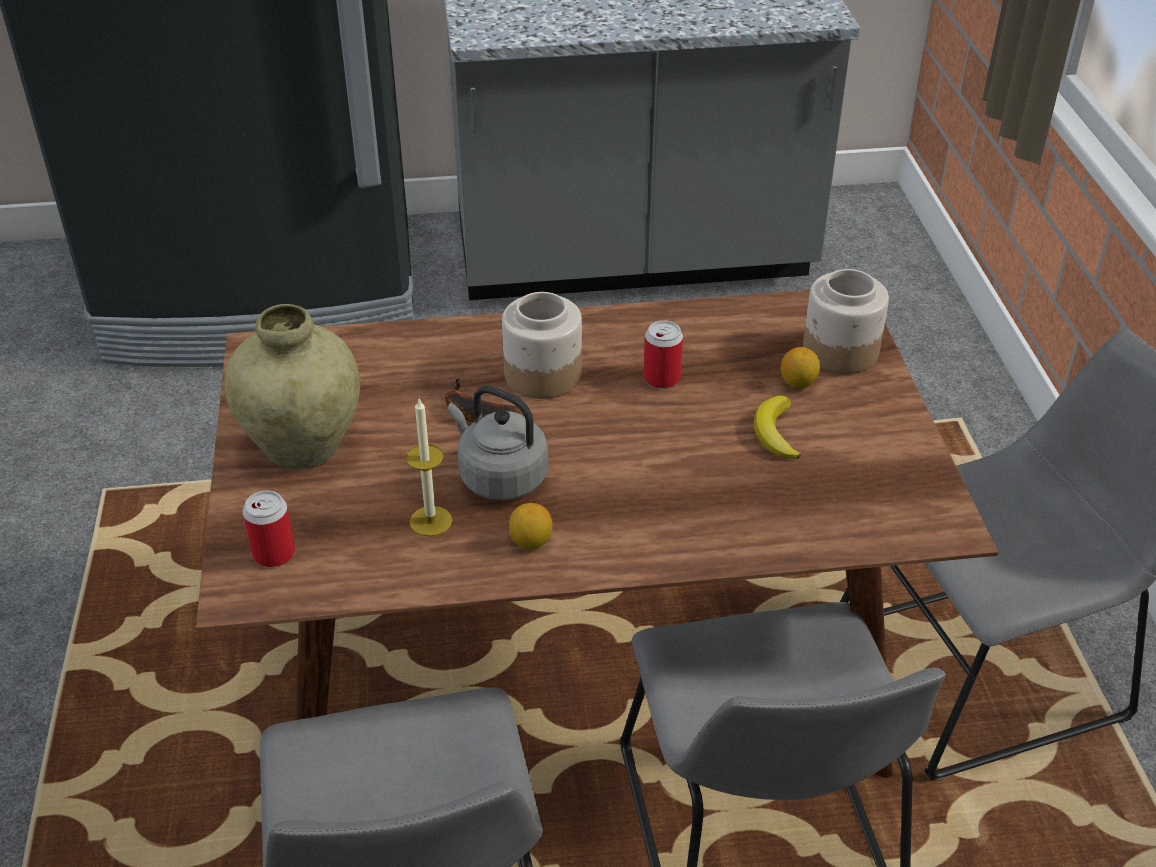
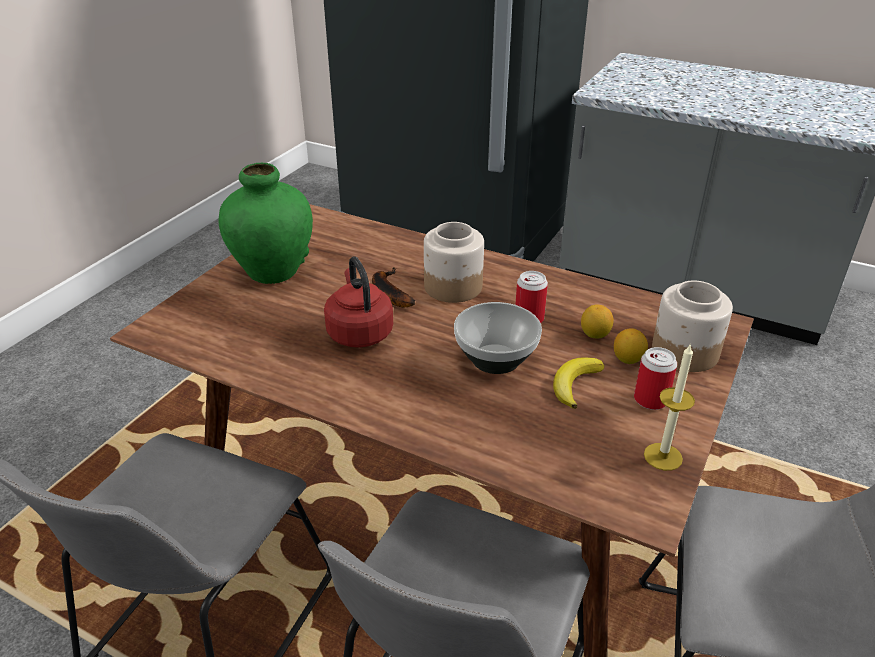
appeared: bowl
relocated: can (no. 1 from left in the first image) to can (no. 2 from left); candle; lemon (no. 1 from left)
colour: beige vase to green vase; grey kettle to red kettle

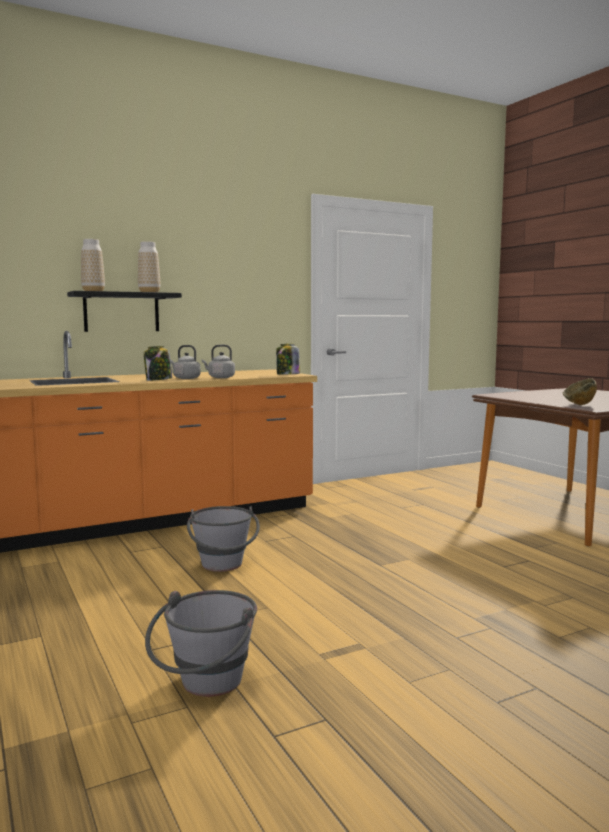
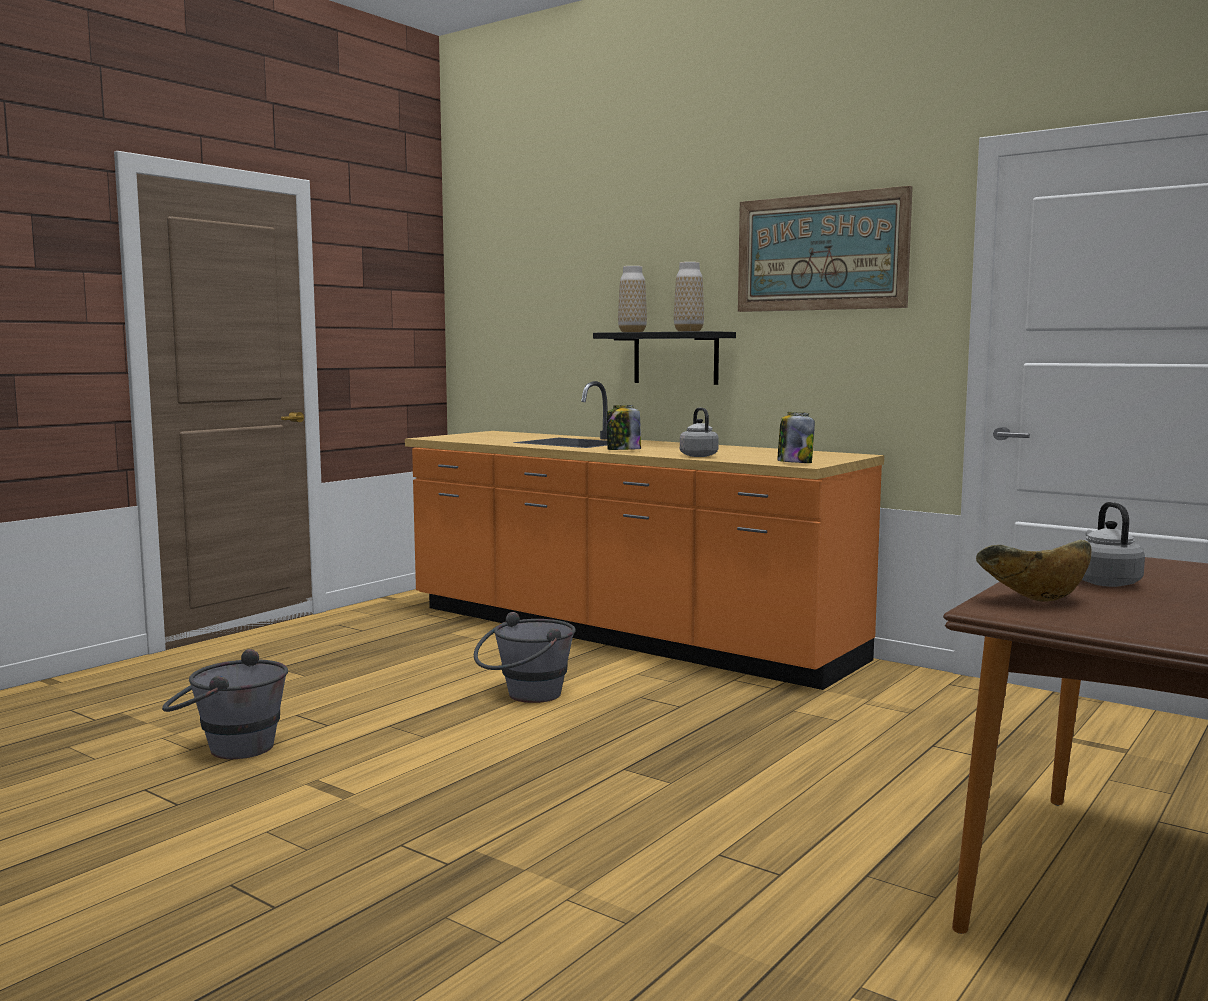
appeared: picture
relocated: grey kettle (no. 1 from left in the first image) to grey kettle (no. 2 from left)

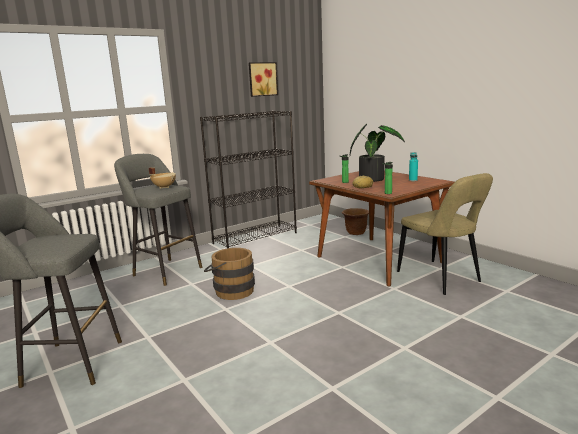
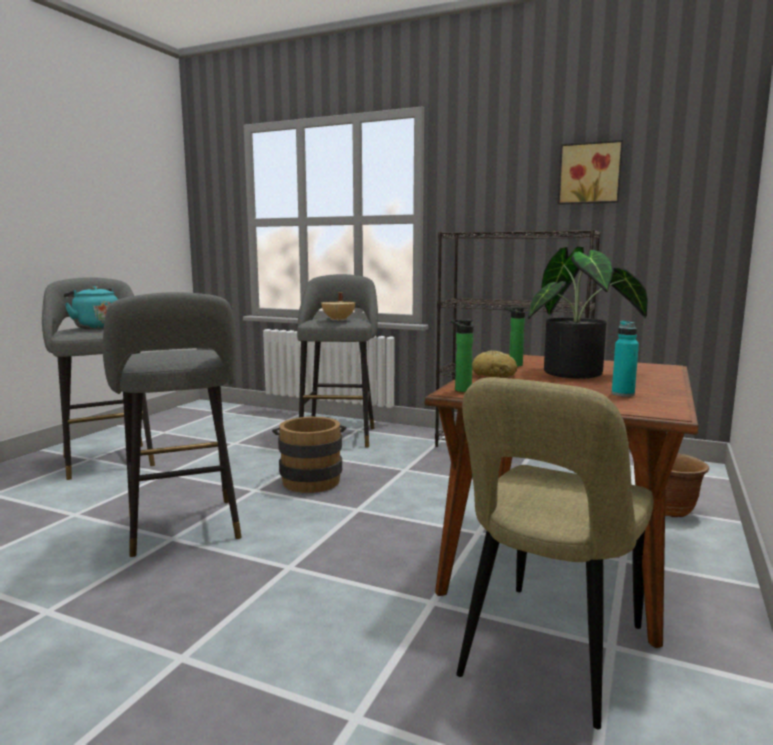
appeared: turquoise kettle; grey stool (no. 2 from left)

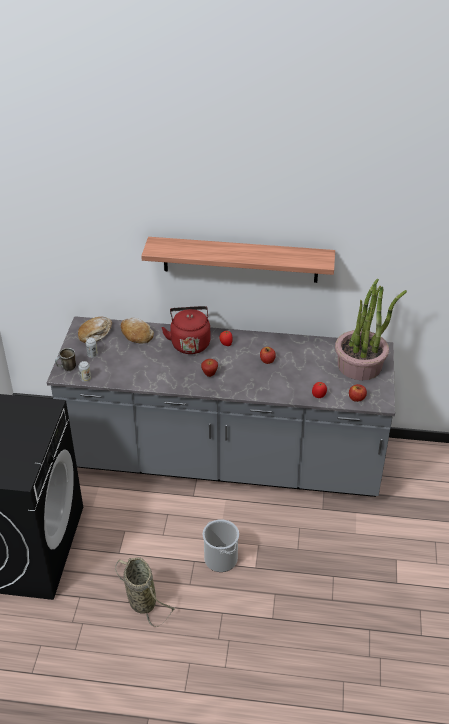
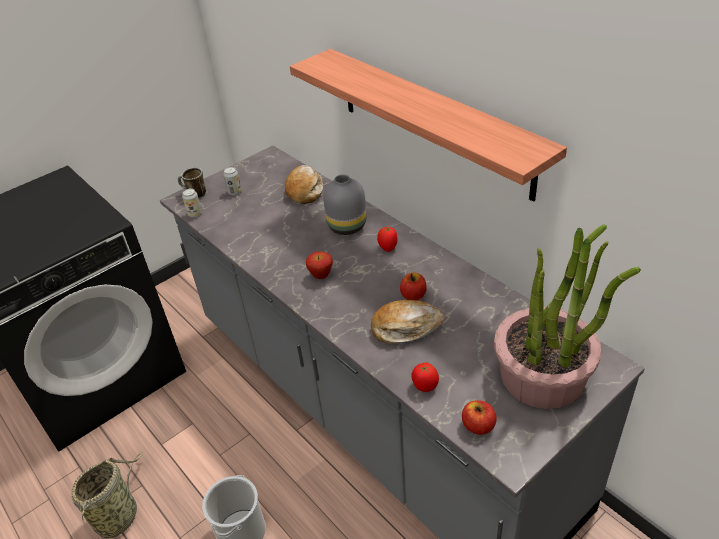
relocated: bread (no. 1 from left in the first image) to bread (no. 2 from left)
exchanged: red kettle to grey vase

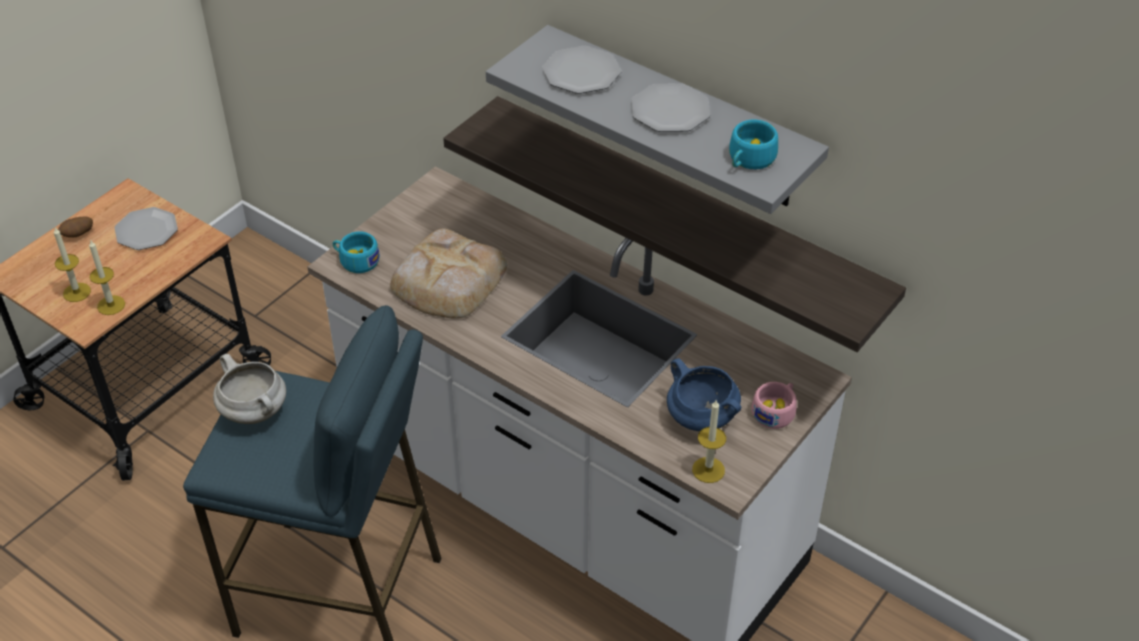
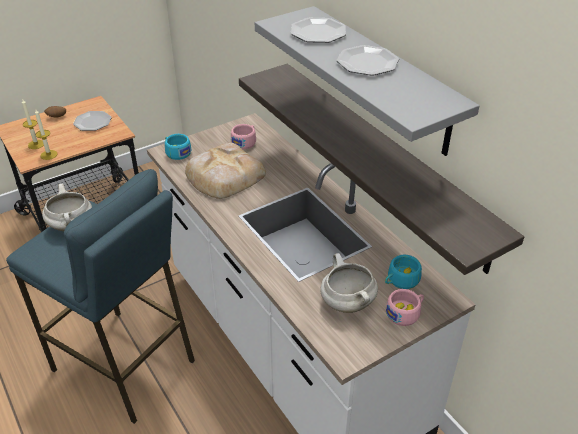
missing: candle (no. 3 from left)
appeared: pink cup (no. 1 from left)
relocated: turquoise cup (no. 2 from left)
colour: blue cooking pot to white cooking pot (no. 2 from left)

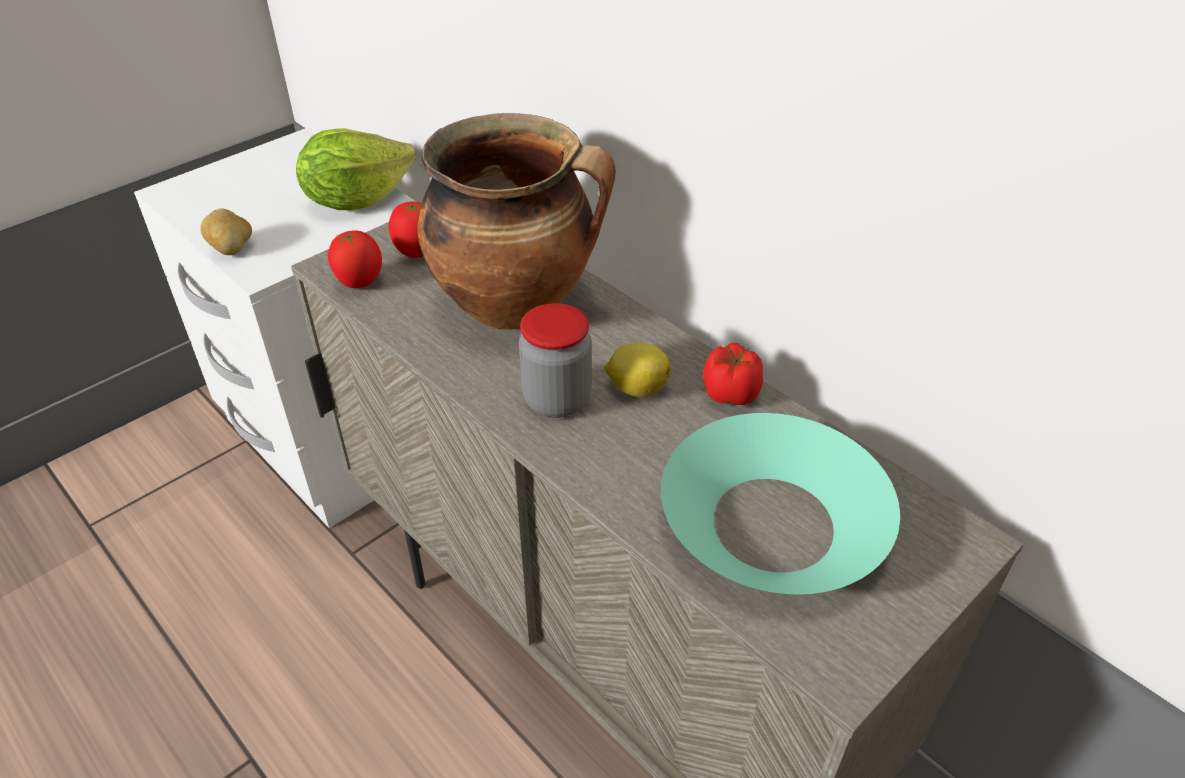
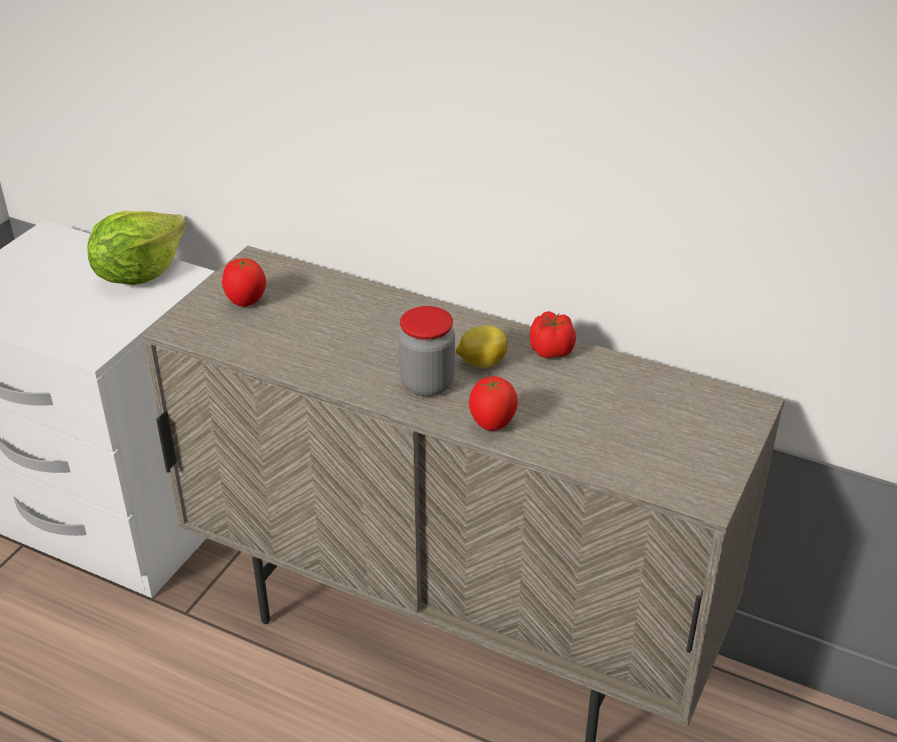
missing: potato; cooking pot; turquoise bowl
relocated: tomato (no. 1 from left in the first image) to tomato (no. 2 from left)

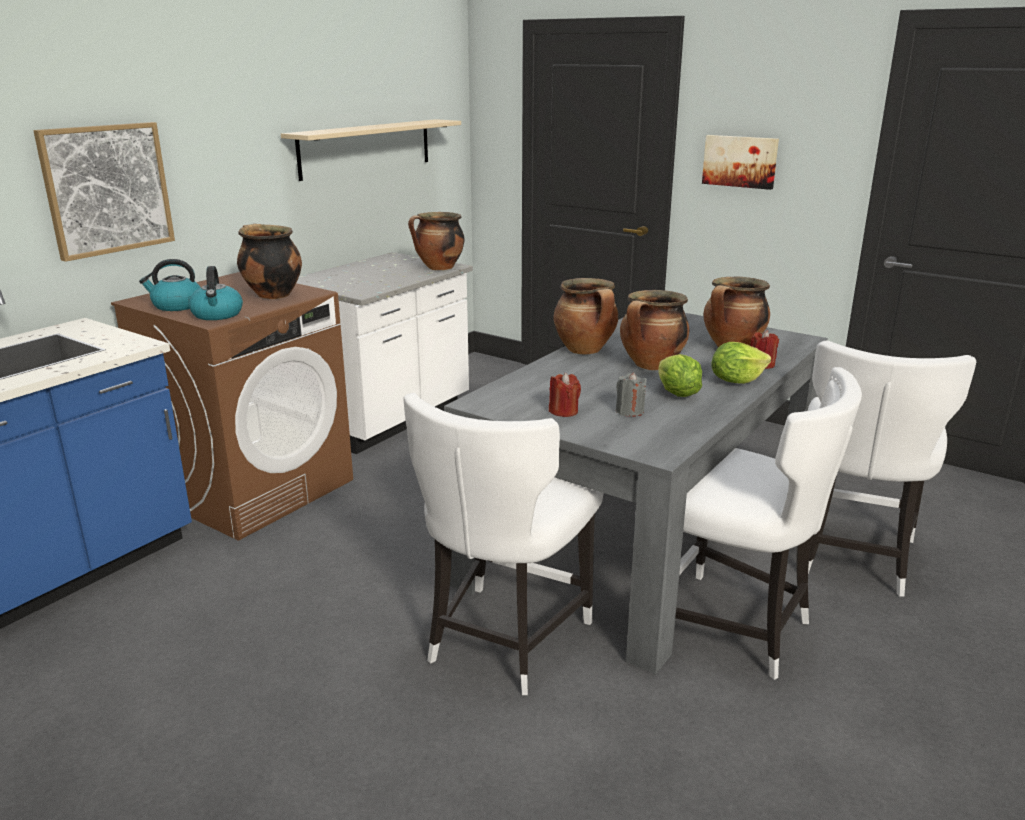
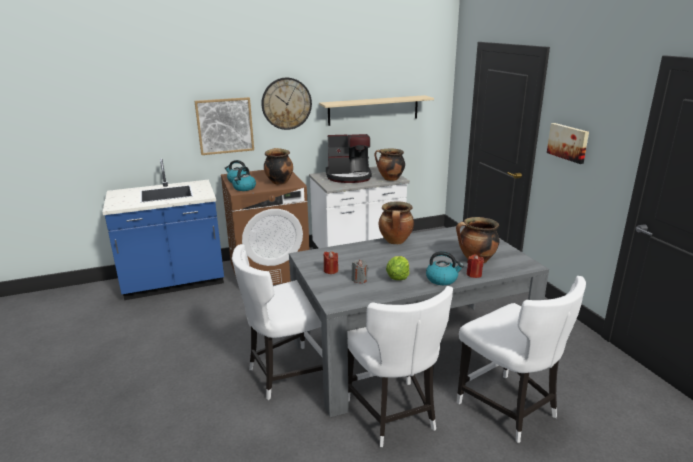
missing: cooking pot (no. 4 from left)
appeared: wall clock; coffee machine
exchanged: lettuce (no. 2 from left) to kettle (no. 3 from left)
spun: white chair (no. 3 from left) 90 degrees counterclockwise

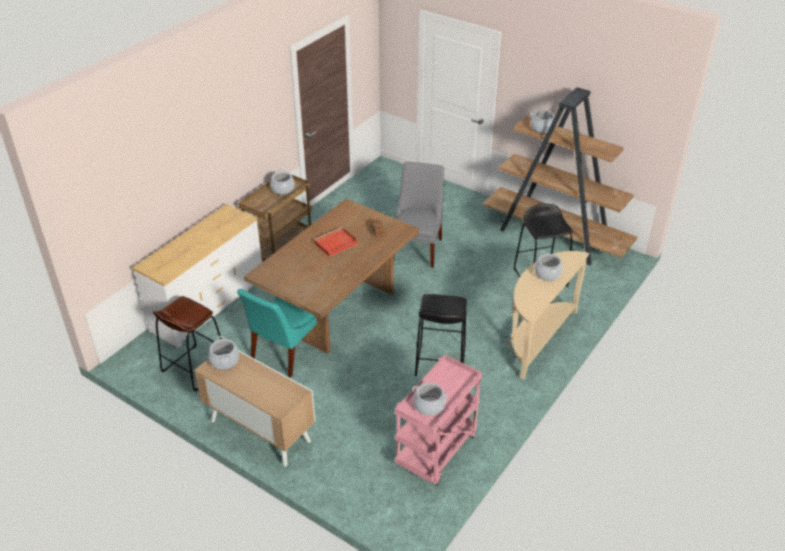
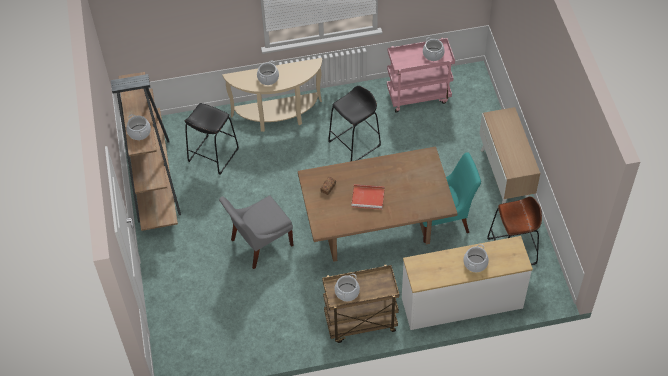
relocated: cooking pot (no. 1 from left in the first image) to cooking pot (no. 5 from left)

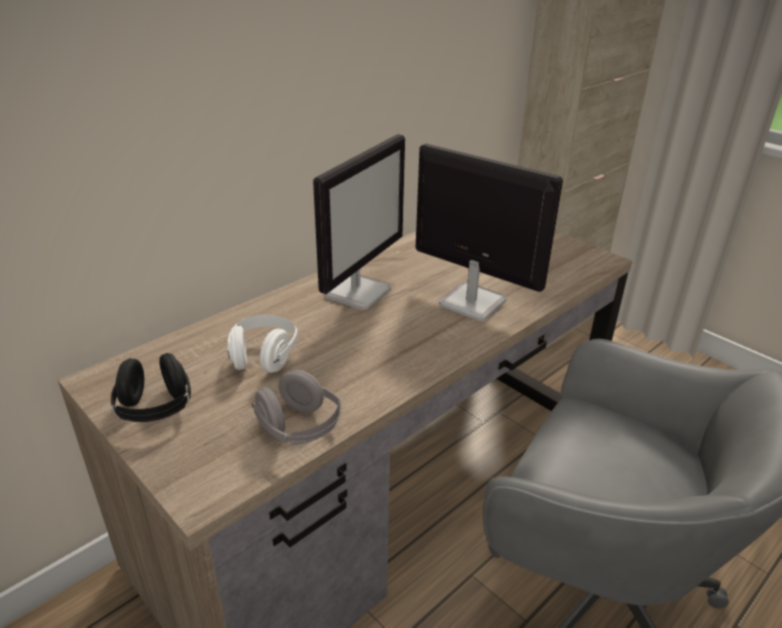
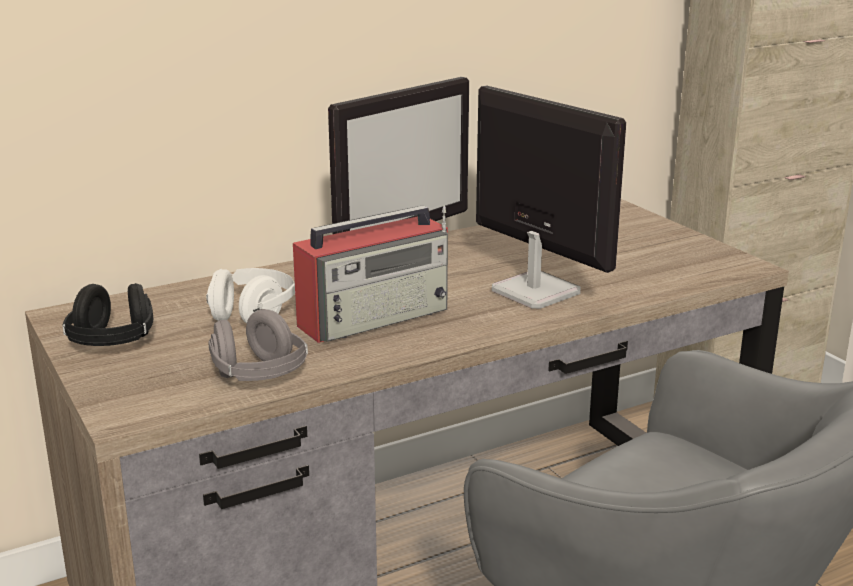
appeared: radio

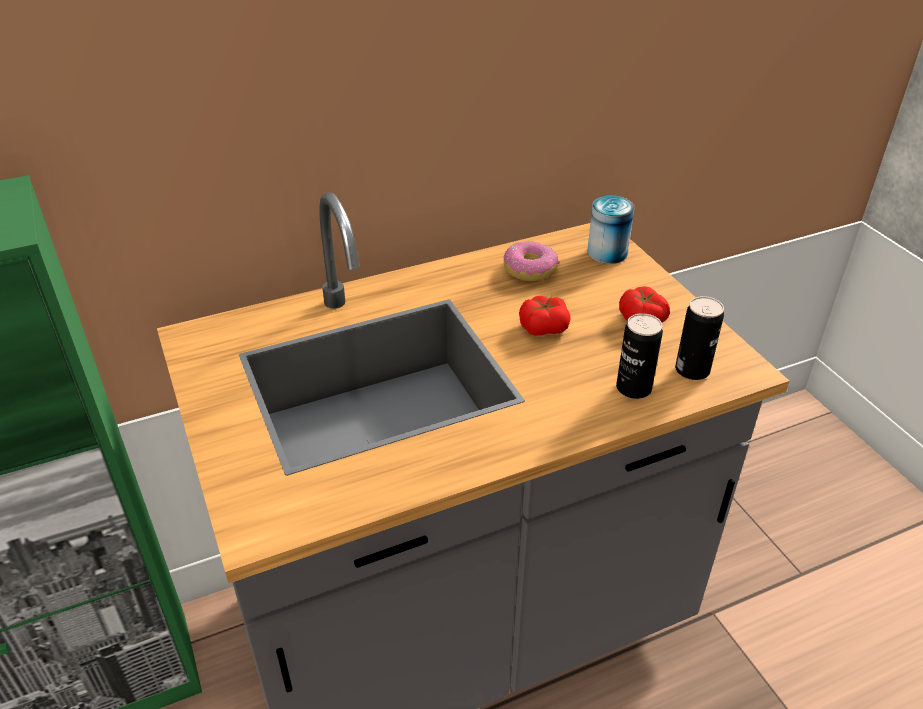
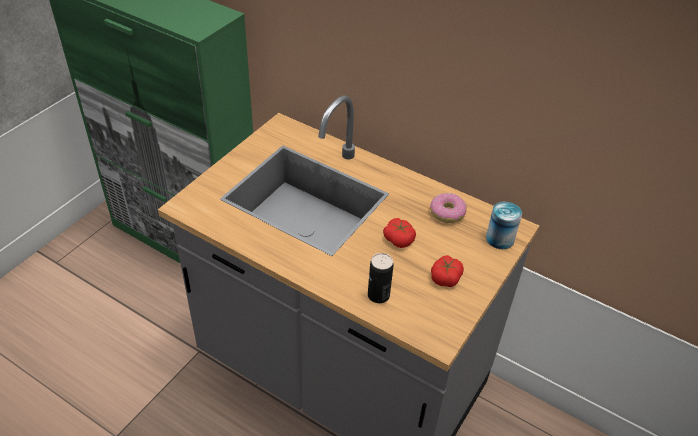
missing: can (no. 3 from left)

